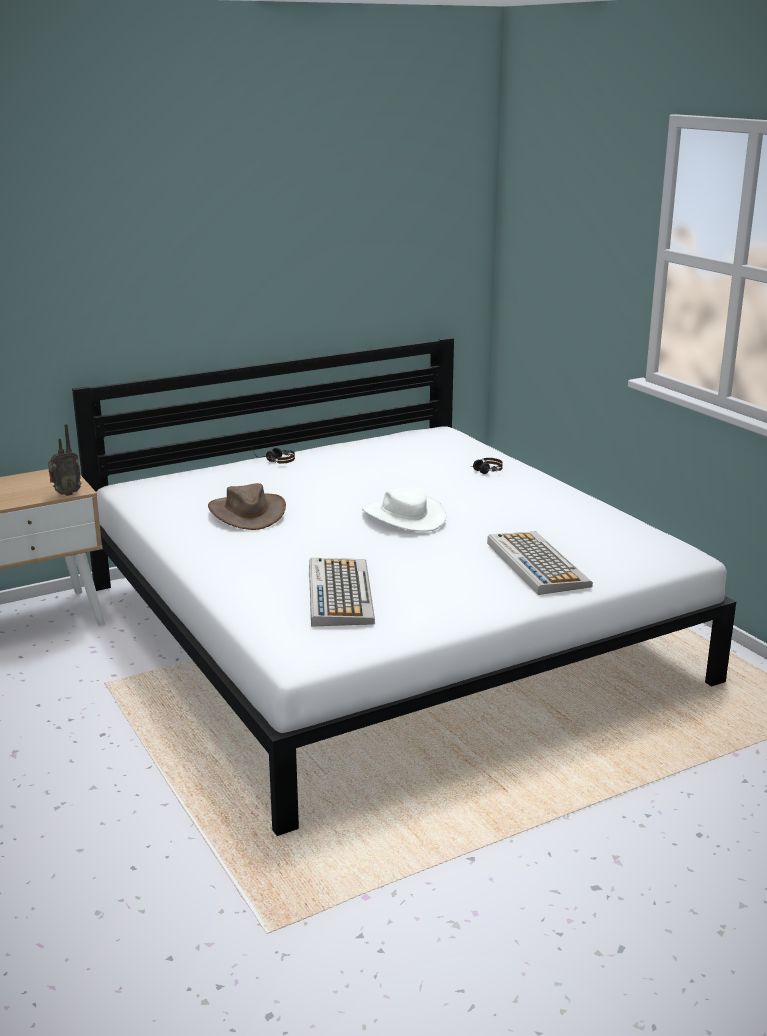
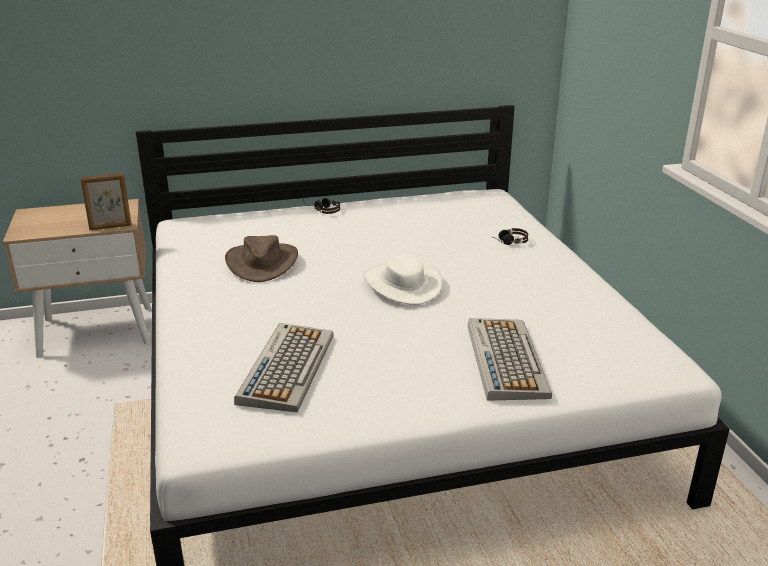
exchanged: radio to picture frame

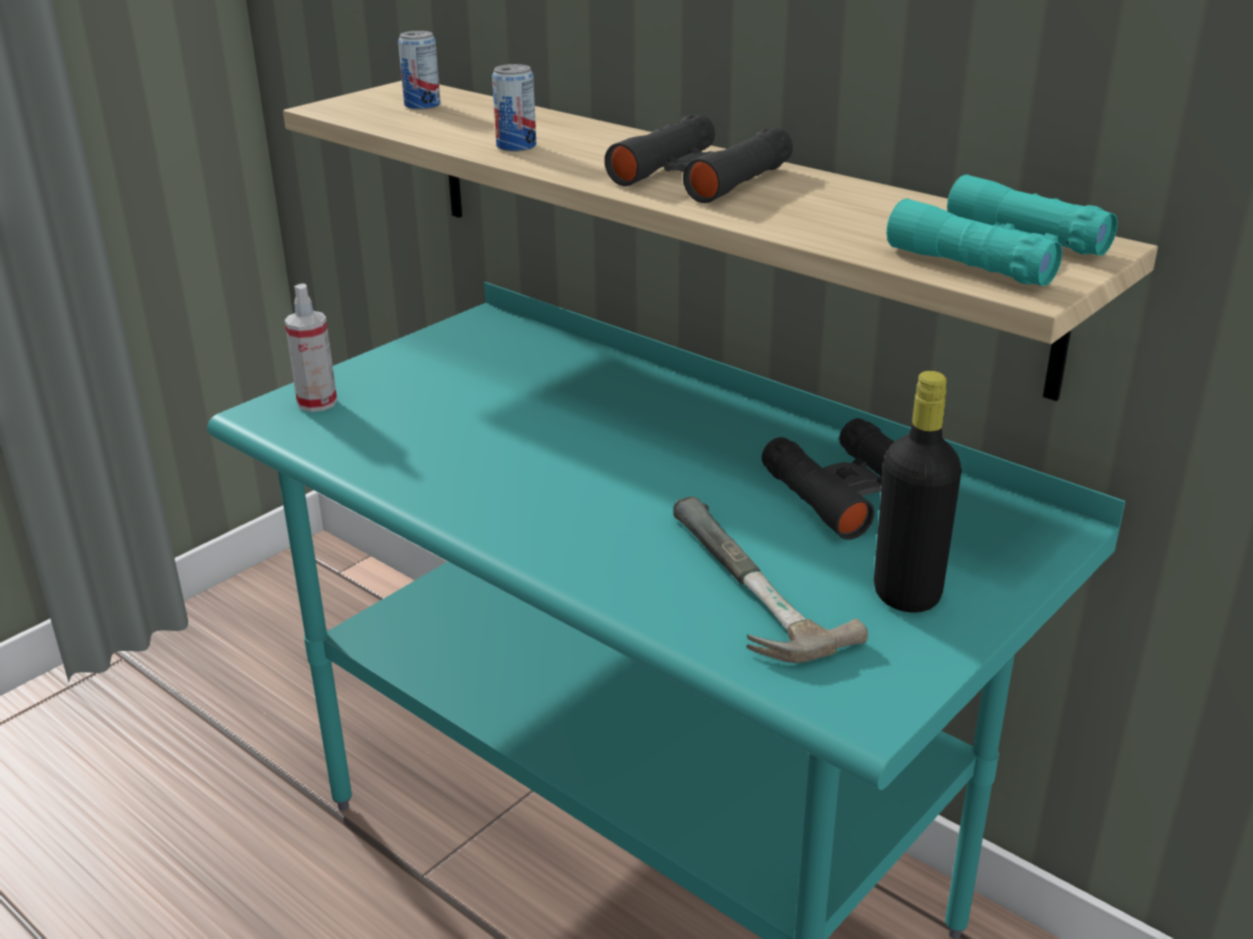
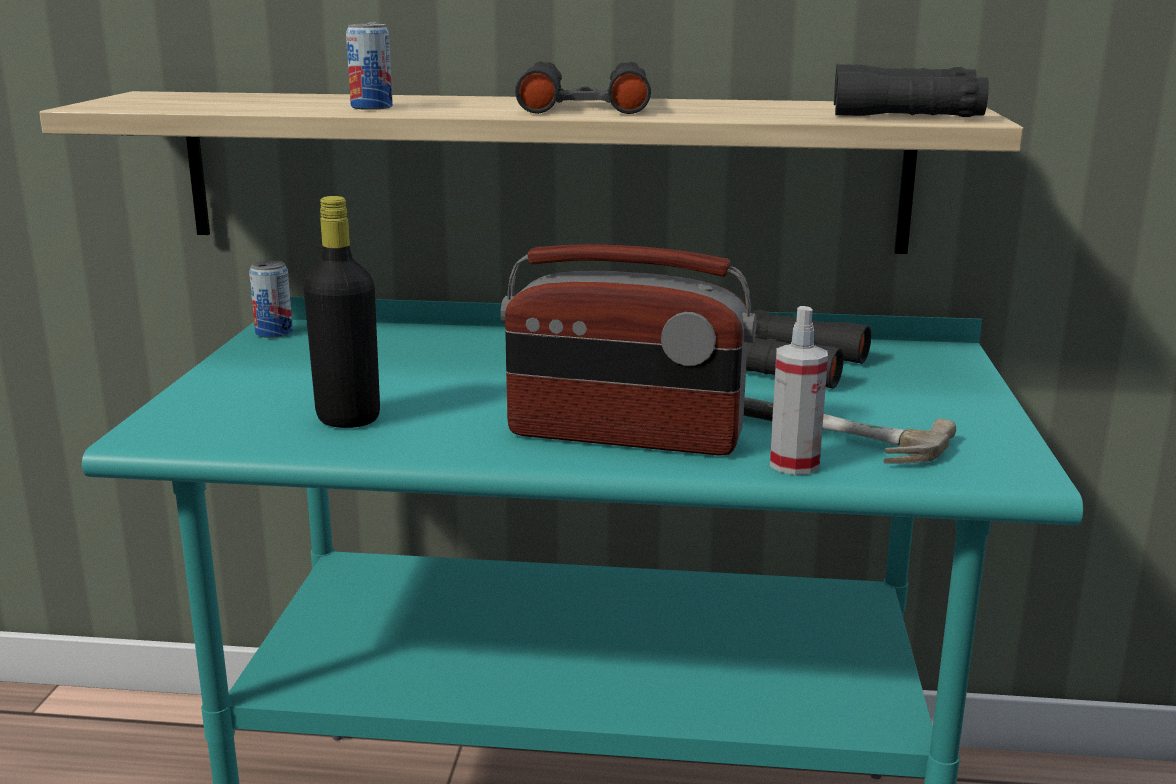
appeared: radio
relocated: spray bottle; can (no. 1 from left); black bottle
colour: turquoise binoculars to black binoculars (no. 3 from left)

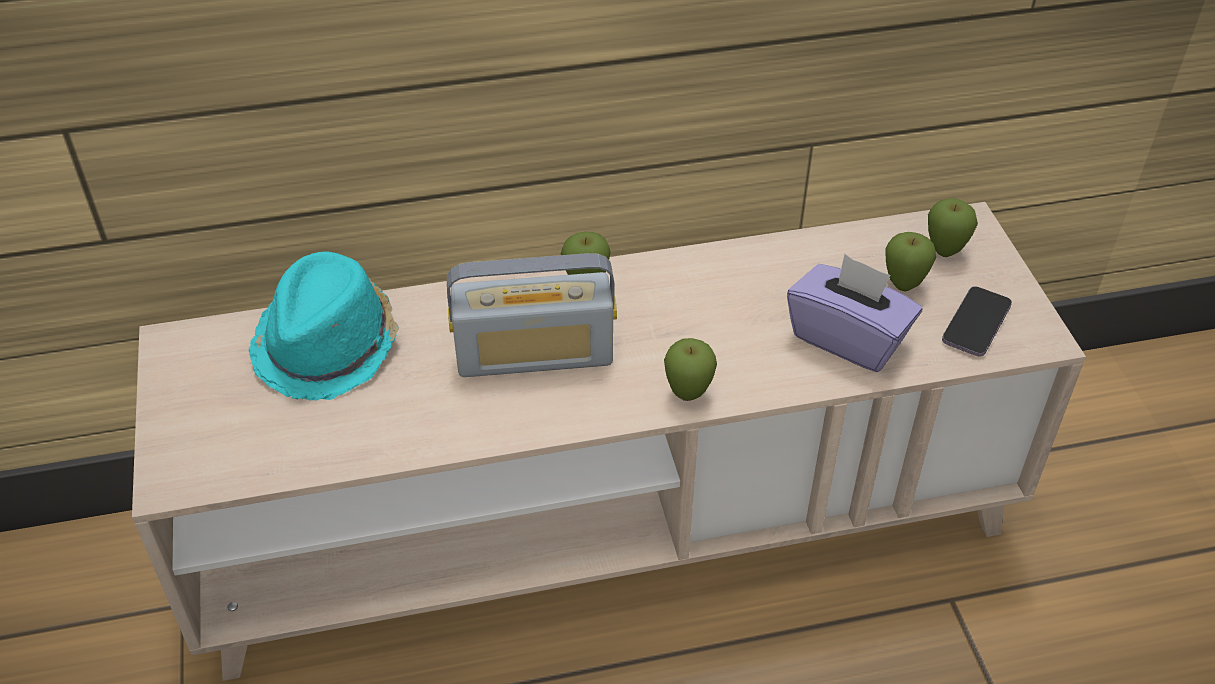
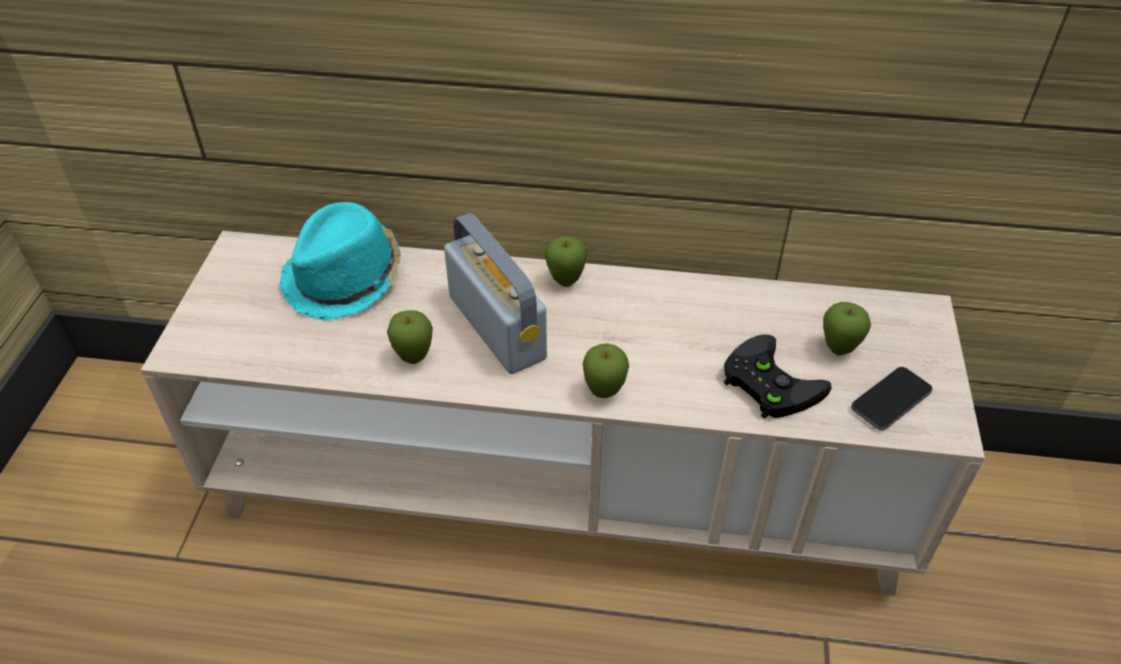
relocated: apple (no. 4 from left in the first image) to apple (no. 1 from left)
exchanged: purple tissue box to black game controller
spun: radio 135 degrees counterclockwise

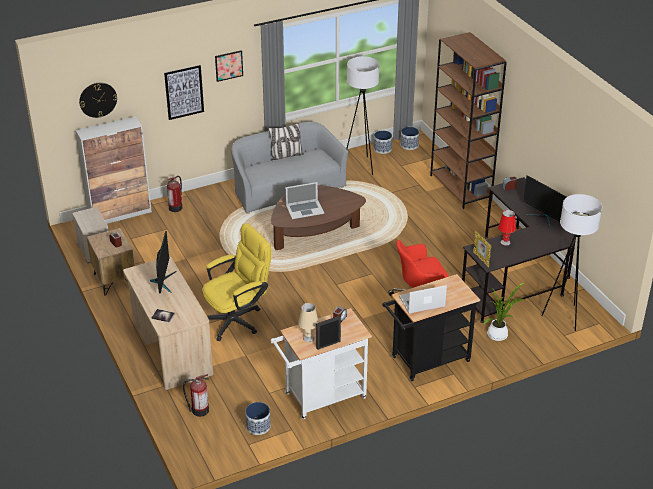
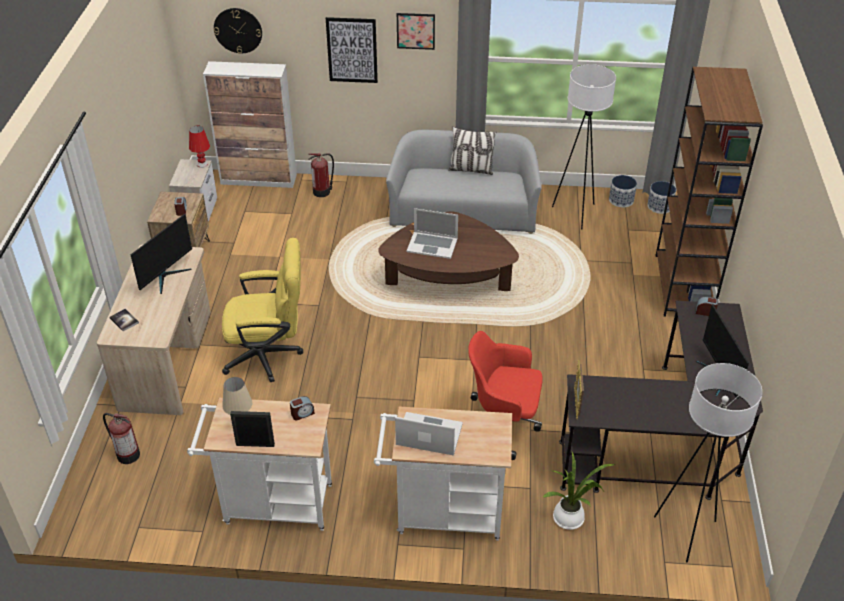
missing: planter (no. 1 from left)
relocated: red table lamp
colour: black cart to white cart (no. 2 from left)

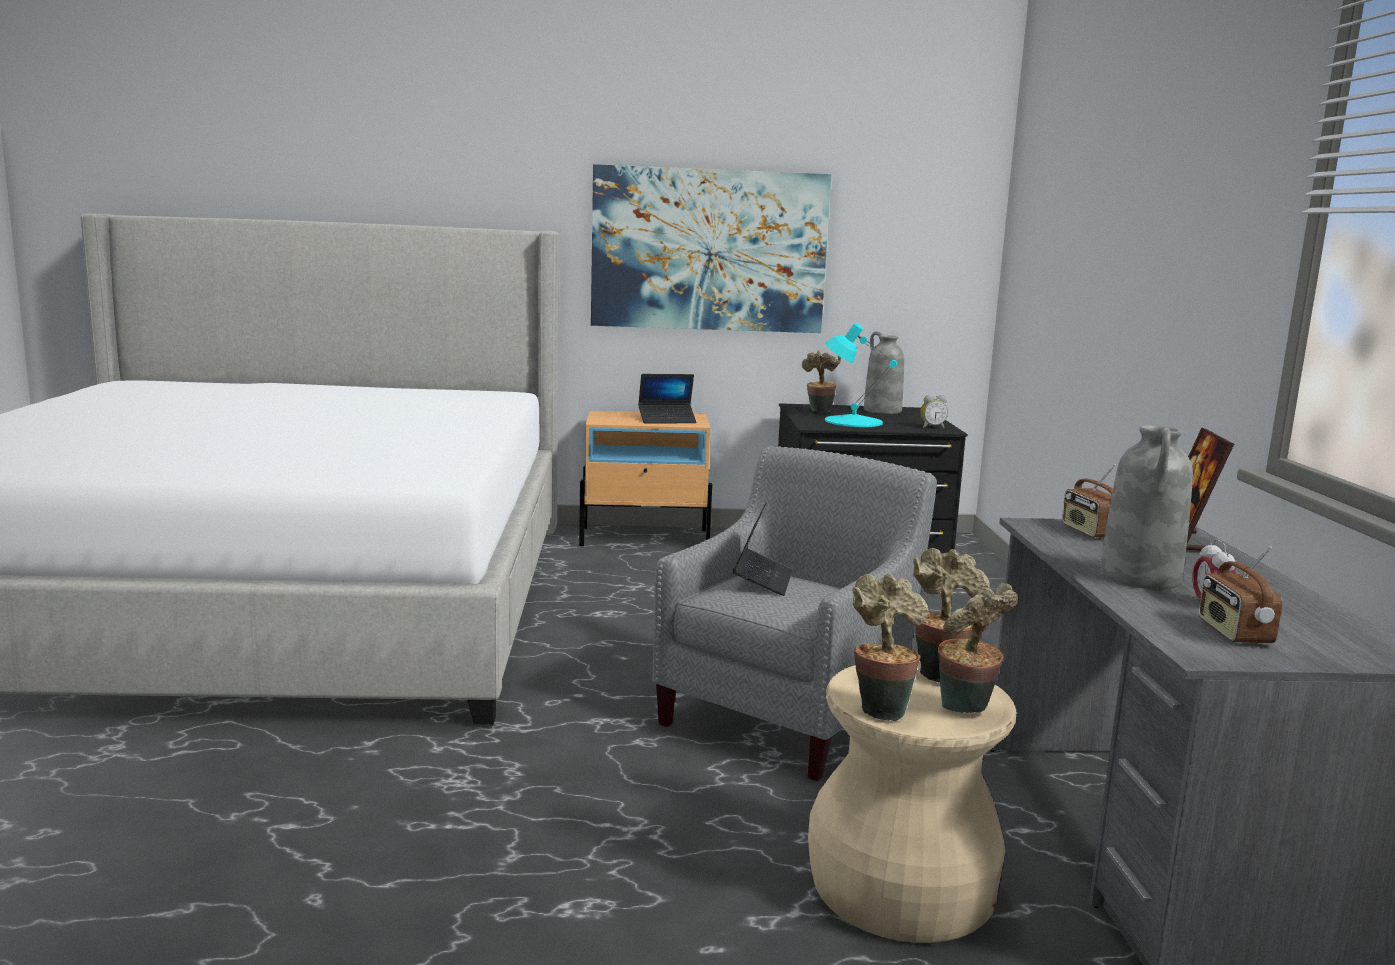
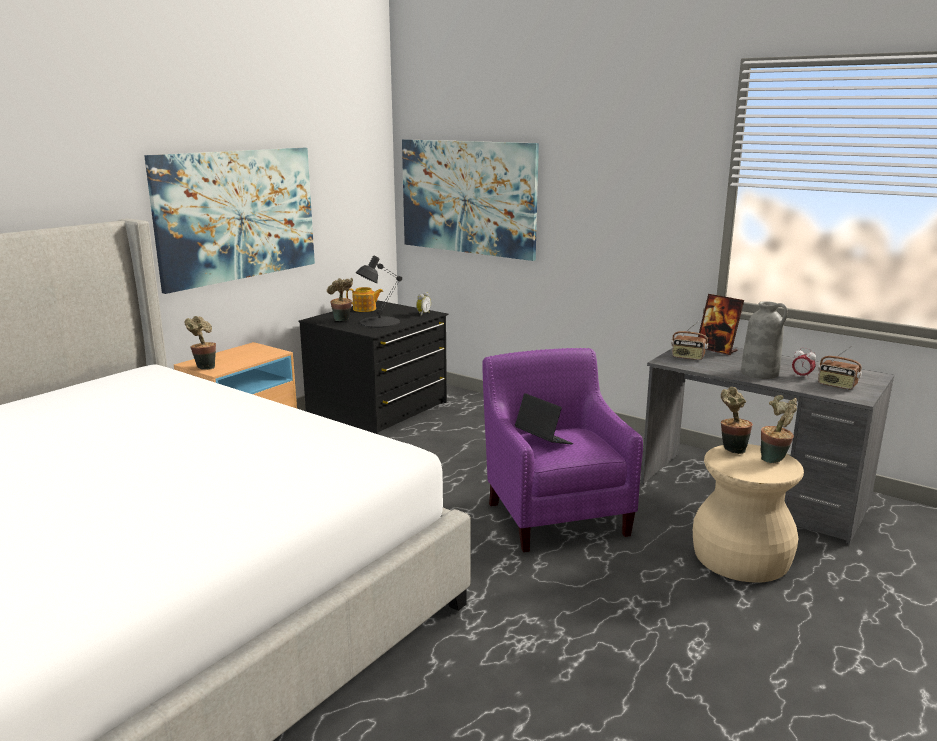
missing: laptop (no. 1 from left)
appeared: picture (no. 2 from left)
relocated: potted plant (no. 2 from left in the first image) to potted plant (no. 1 from left)
exchanged: grey vase (no. 1 from left) to teapot
colour: grey armchair to purple armchair; turquoise table lamp to black table lamp

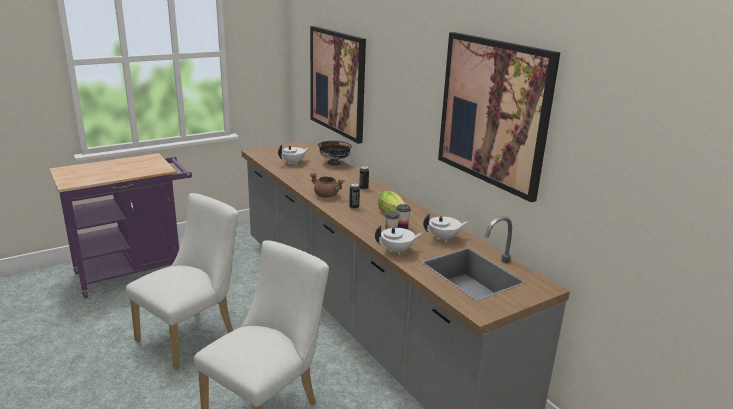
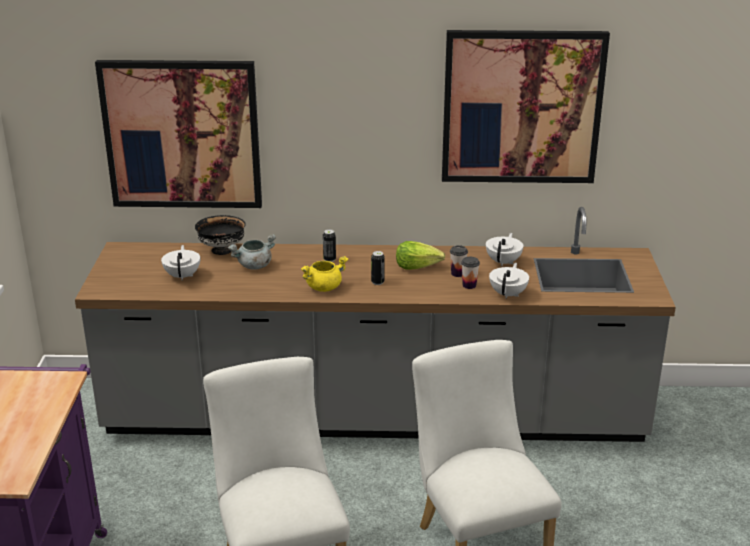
appeared: grey cooking pot
colour: brown cooking pot to yellow cooking pot

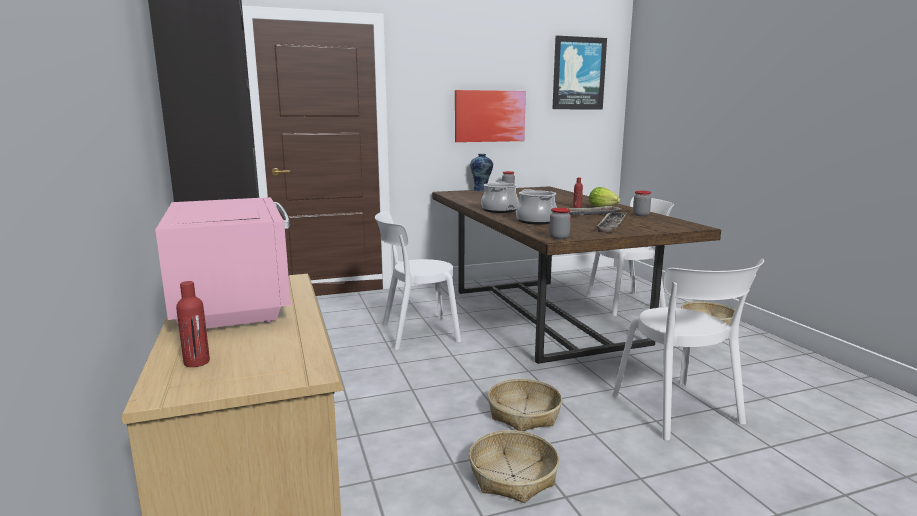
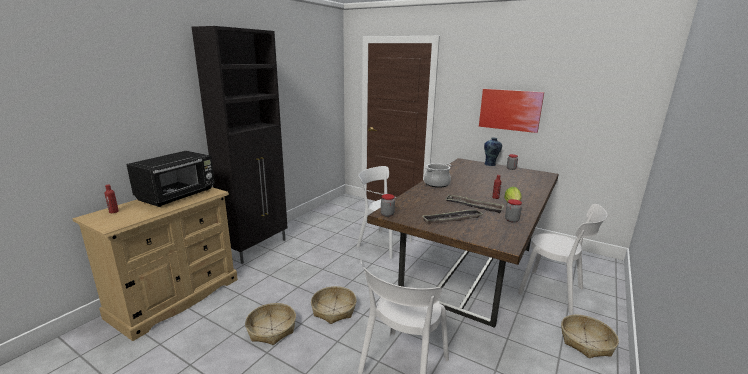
missing: cooking pot (no. 2 from left); picture (no. 2 from left)
colour: pink microwave to black microwave

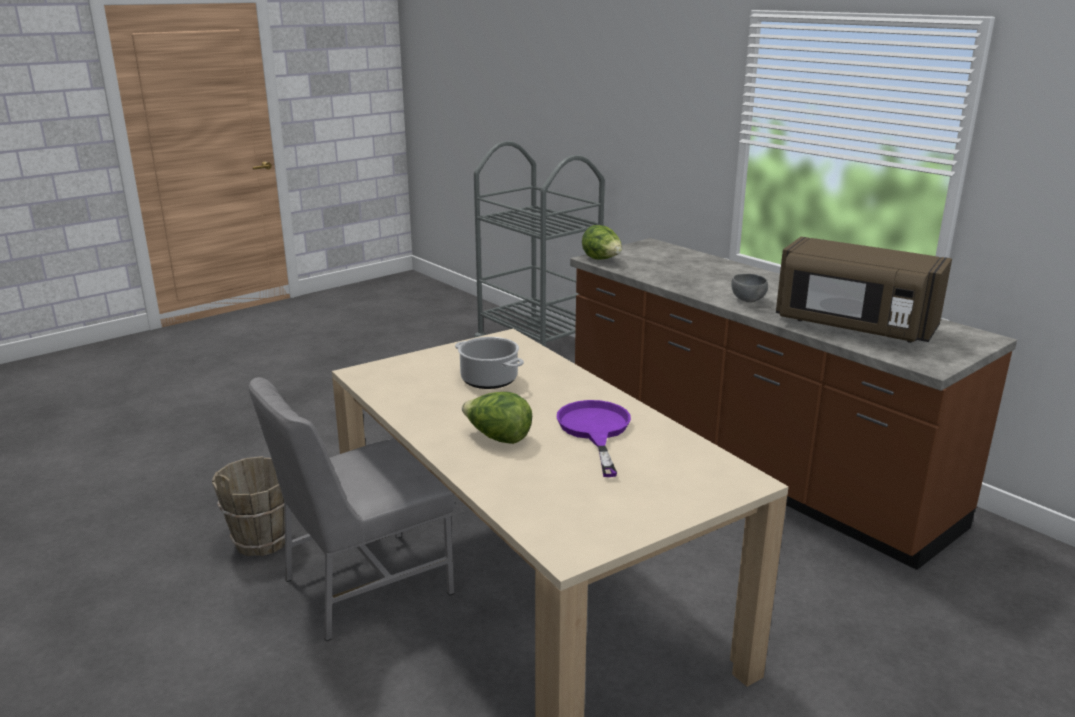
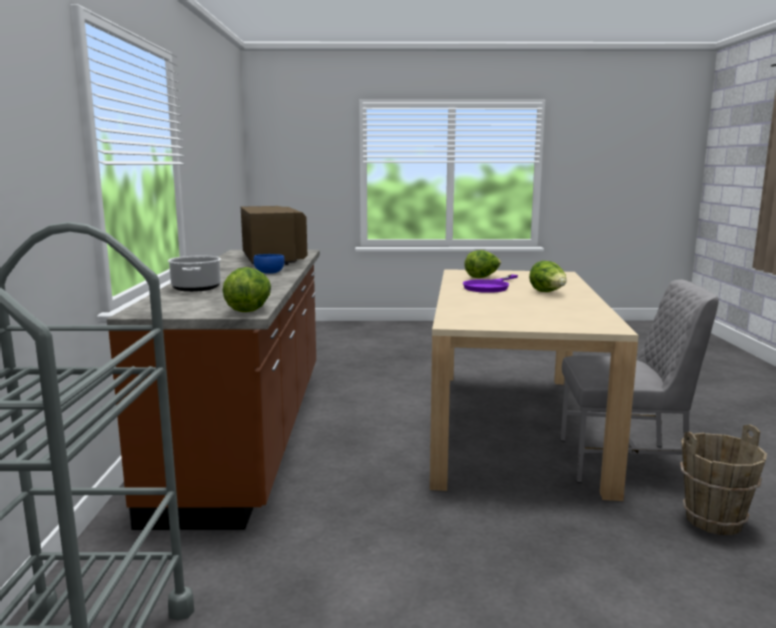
appeared: lettuce (no. 2 from left)
relocated: cooking pot
colour: grey bowl to blue bowl

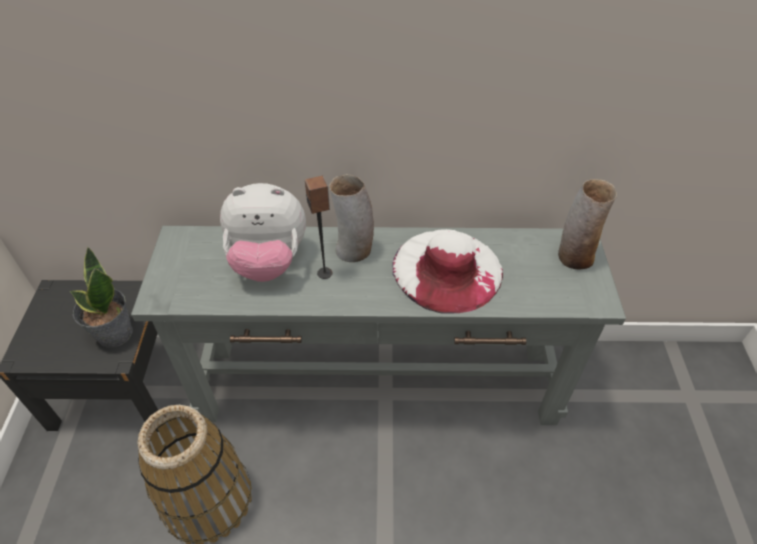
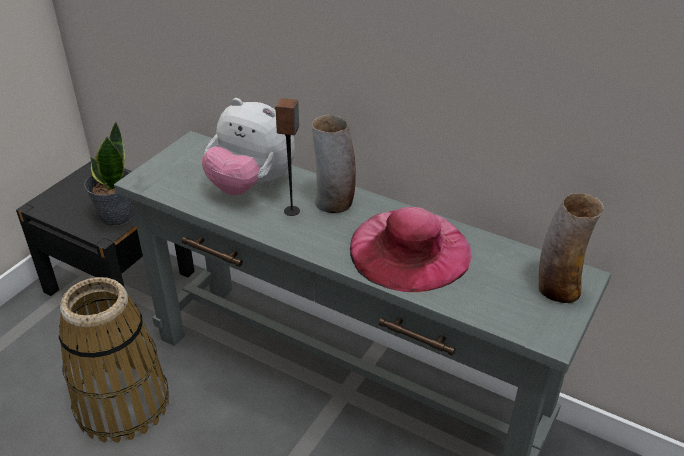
colour: white hat to pink hat

